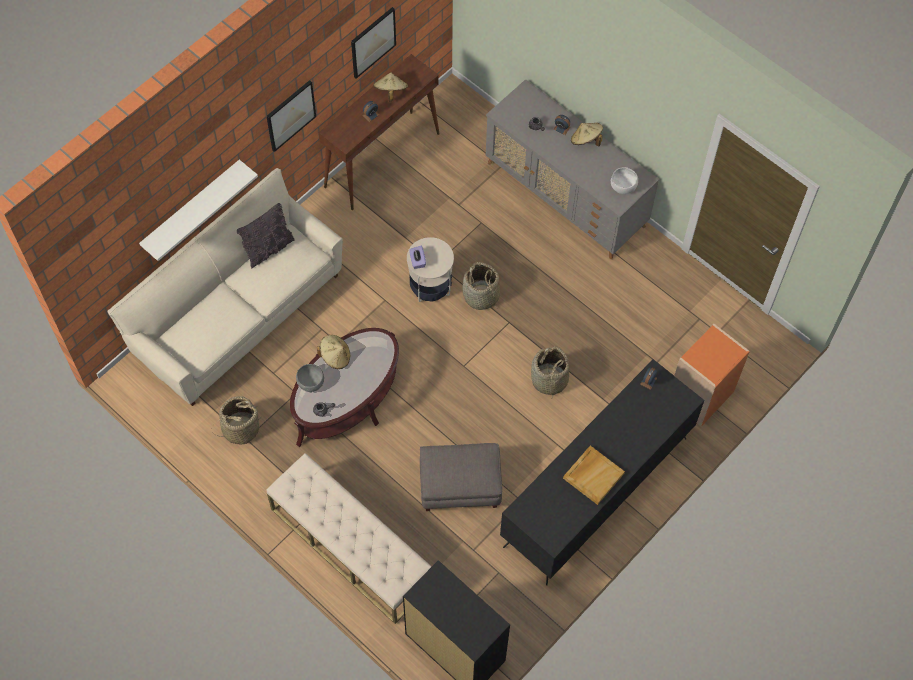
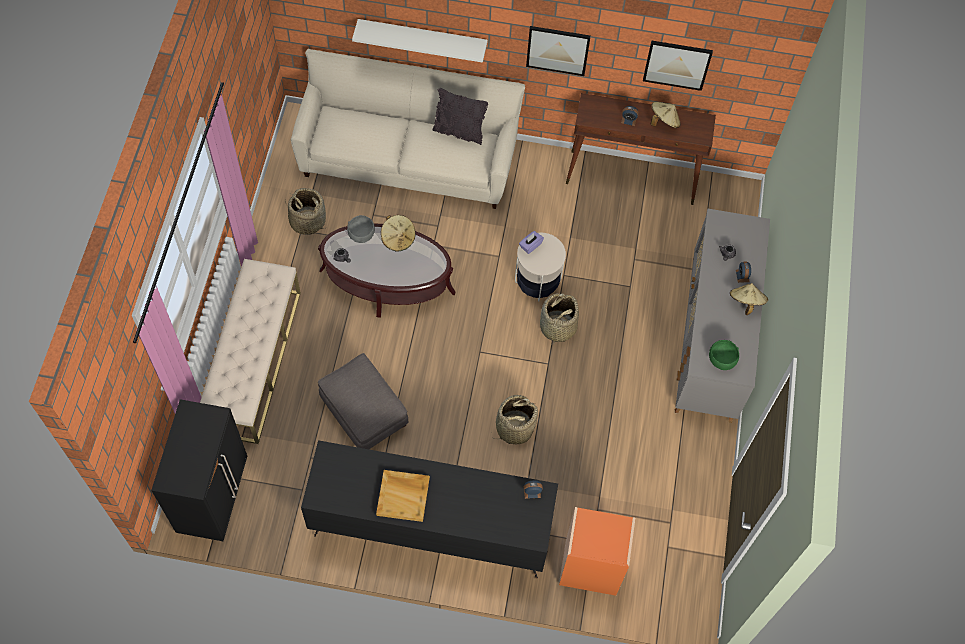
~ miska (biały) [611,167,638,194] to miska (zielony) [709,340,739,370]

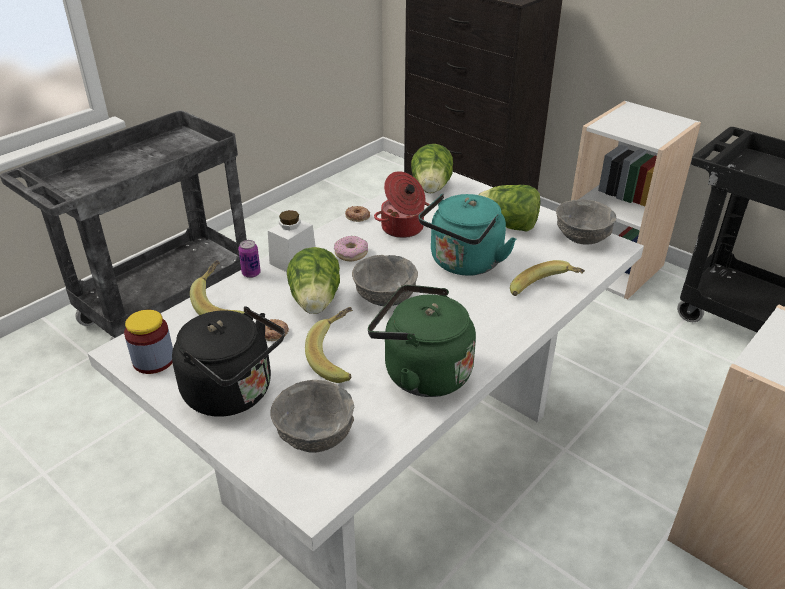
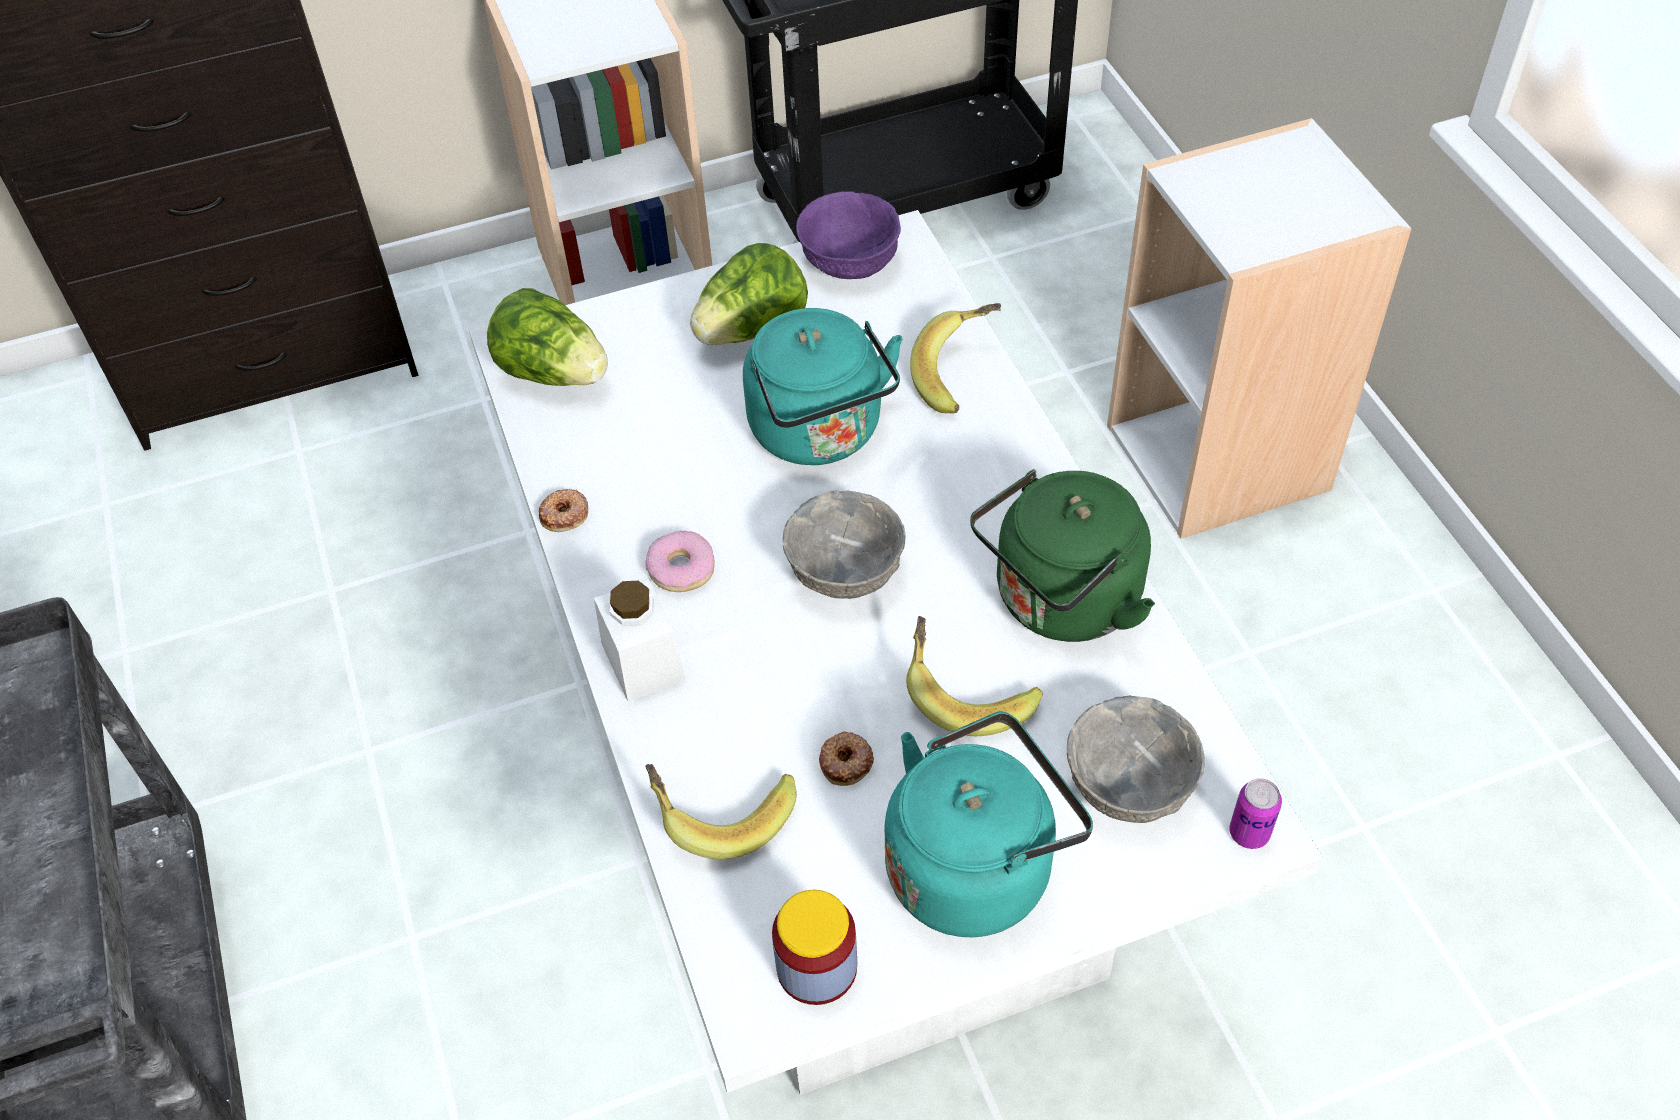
- garnek [374,171,430,238]
~ miska (szary) [556,199,616,244] to miska (fioletowy) [796,191,901,279]
~ puszka [238,240,261,278] to [1229,778,1282,849]
- sałata [287,247,340,314]
~ czajnik (czarny) [172,307,285,417] to czajnik (turkusowy) [885,711,1093,937]

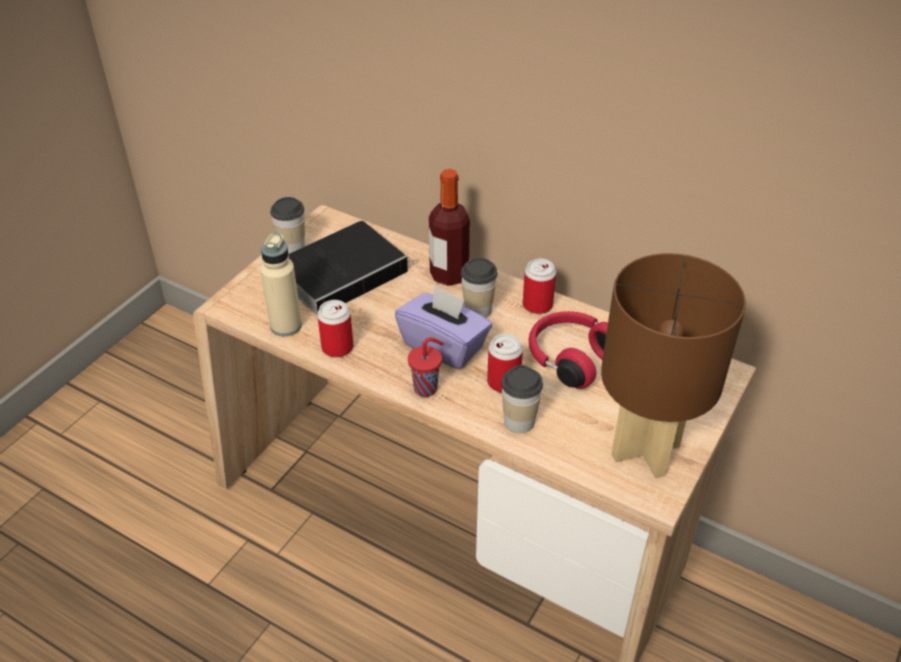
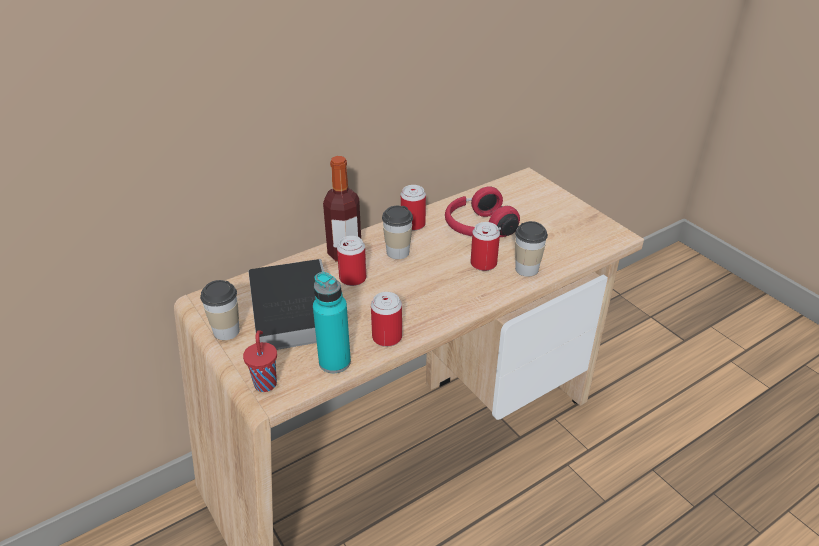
~ butelka (beżowy) [260,233,302,336] to butelka (turkusowy) [313,272,351,373]
- lampa stołowa (brązowy) [601,253,746,478]
- pudełko chusteczek (fioletowy) [395,285,492,370]
~ filiżanka (czerwony) [408,337,444,397] to [243,330,277,392]
+ puszka [337,236,366,286]

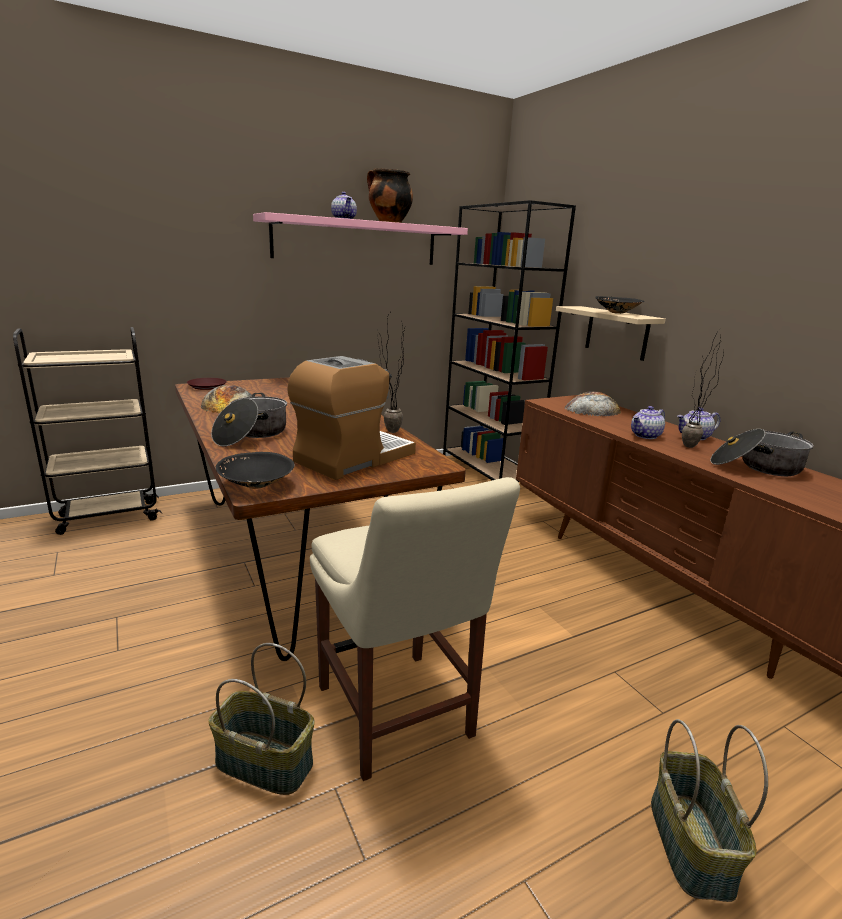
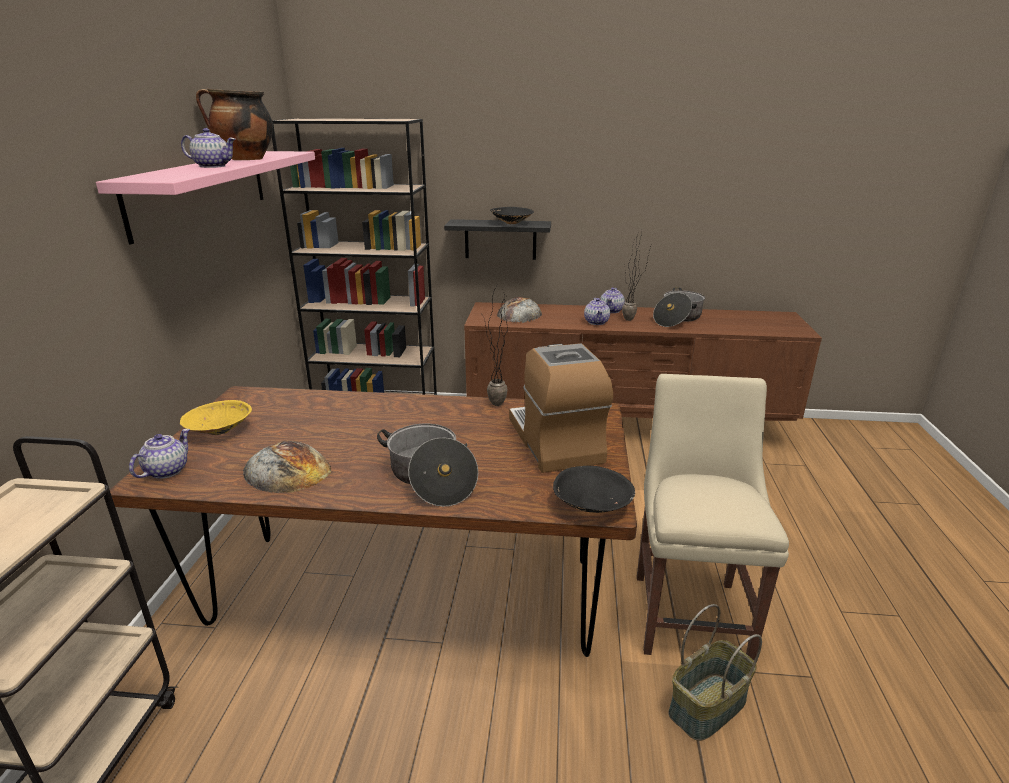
~ półka (beżowy) [556,306,666,361] to półka (czarny) [444,219,551,260]
~ talerz (brązowy) [187,378,227,390] to imbryk [129,429,190,479]
~ krzesło (beżowy) [310,477,520,781] = [637,374,789,660] 90 degrees counterclockwise
- koszyk [651,719,768,902]
+ miska (żółty) [180,400,252,435]

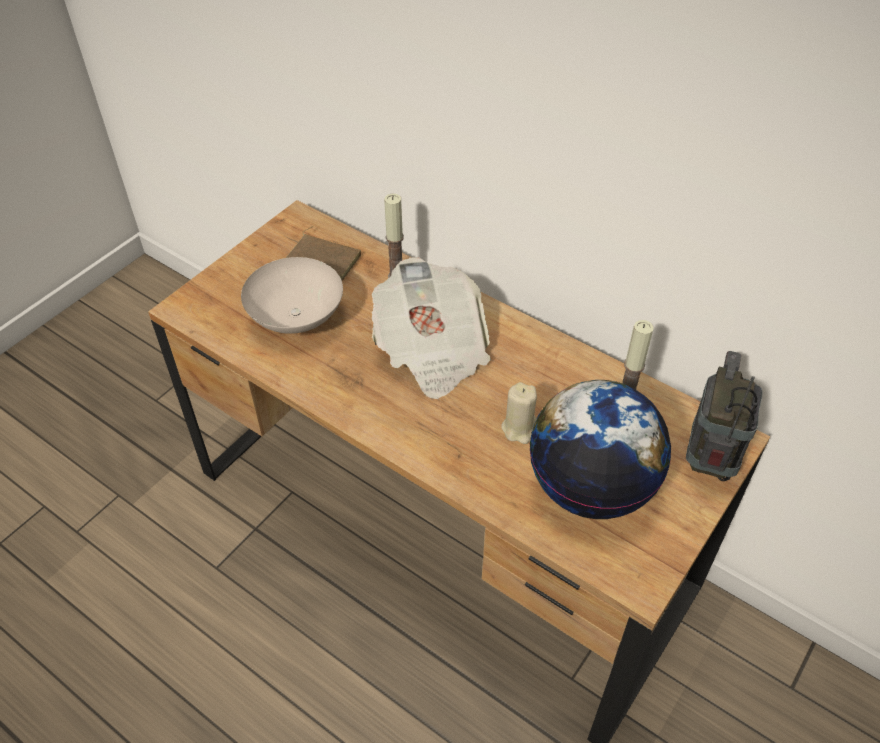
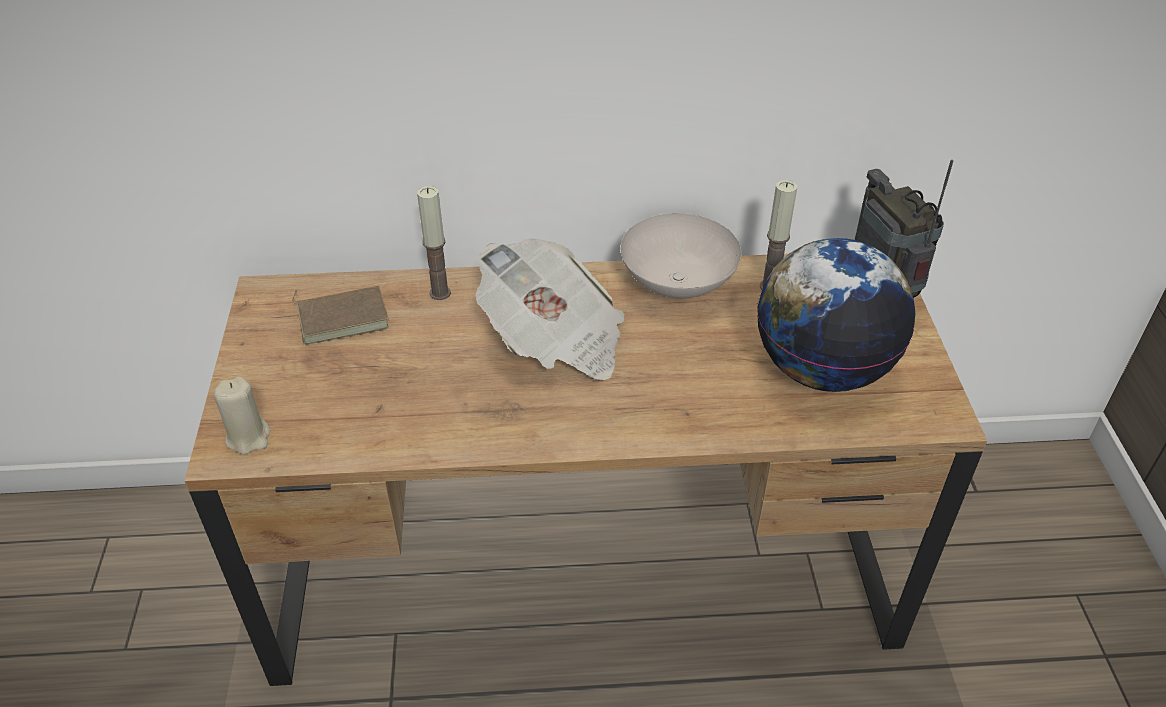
~ miska (biały) [241,257,343,334] to [620,213,741,299]
~ świeca (beżowy) [501,382,537,444] to [214,377,271,455]

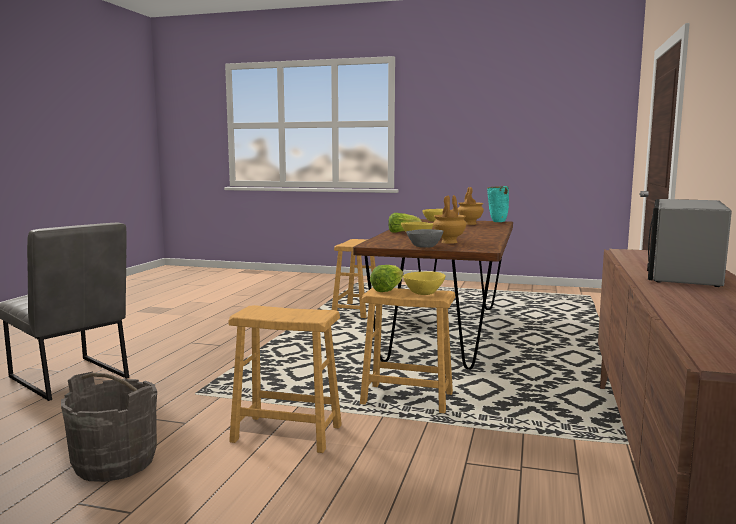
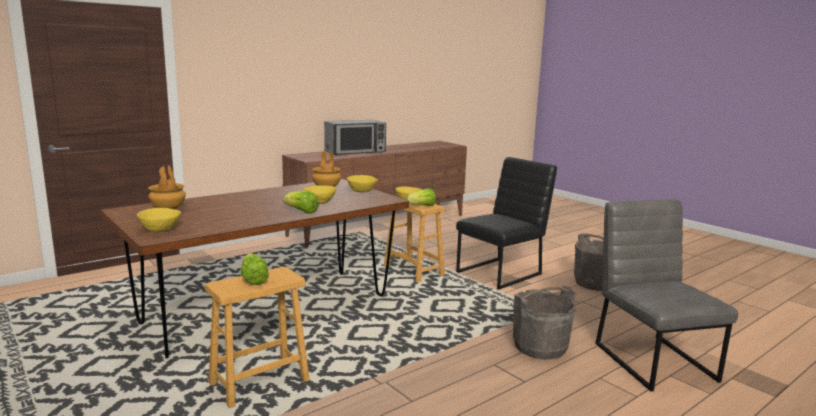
- wazon (turkusowy) [487,186,509,222]
~ miska (szary) [406,229,443,248] to miska (żółty) [347,175,378,192]
~ stołek (brązowy) [228,305,342,453] to krzesło (czarny) [456,157,557,290]
+ sałata [240,253,269,285]
+ wiadro (szary) [513,286,576,360]

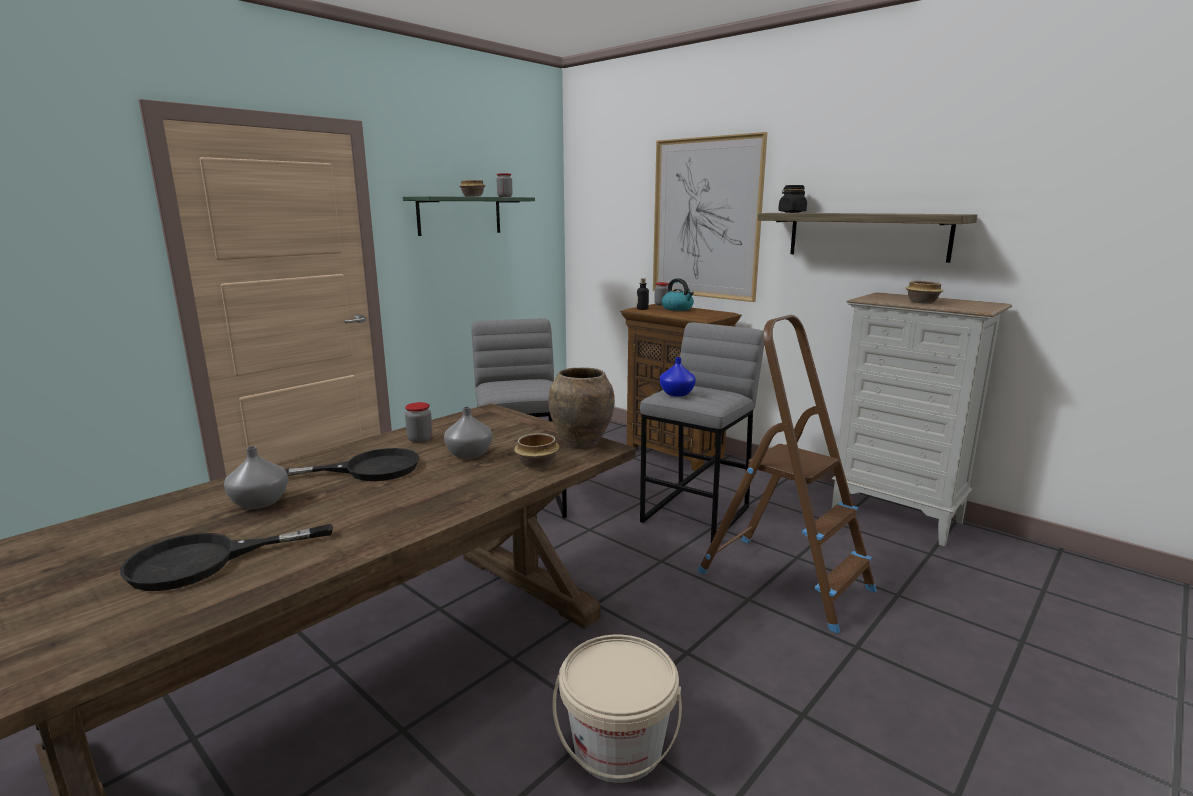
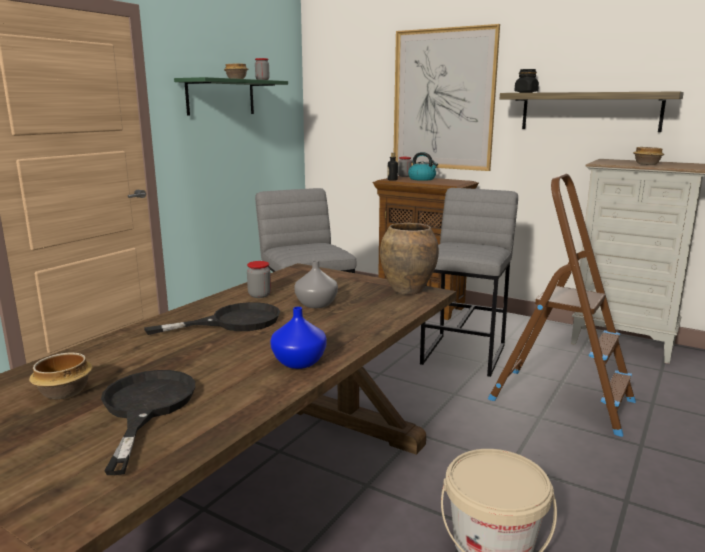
~ wazon (niebieski) [660,357,696,397] to [270,307,326,369]
~ miska [514,433,560,469] to [29,353,93,400]
- wazon (szary) [224,446,288,509]
~ patelnia (czarny) [120,524,333,591] = [101,370,195,475] 120 degrees clockwise

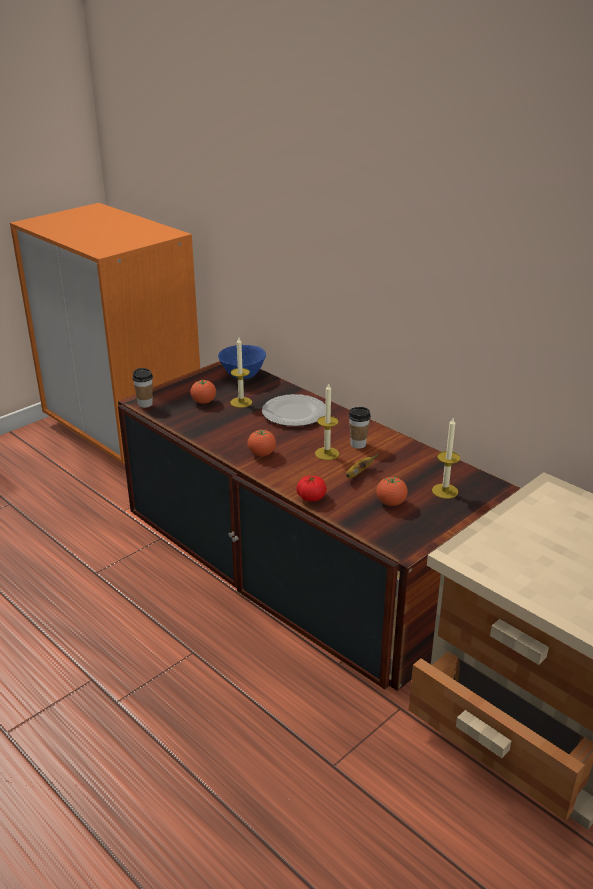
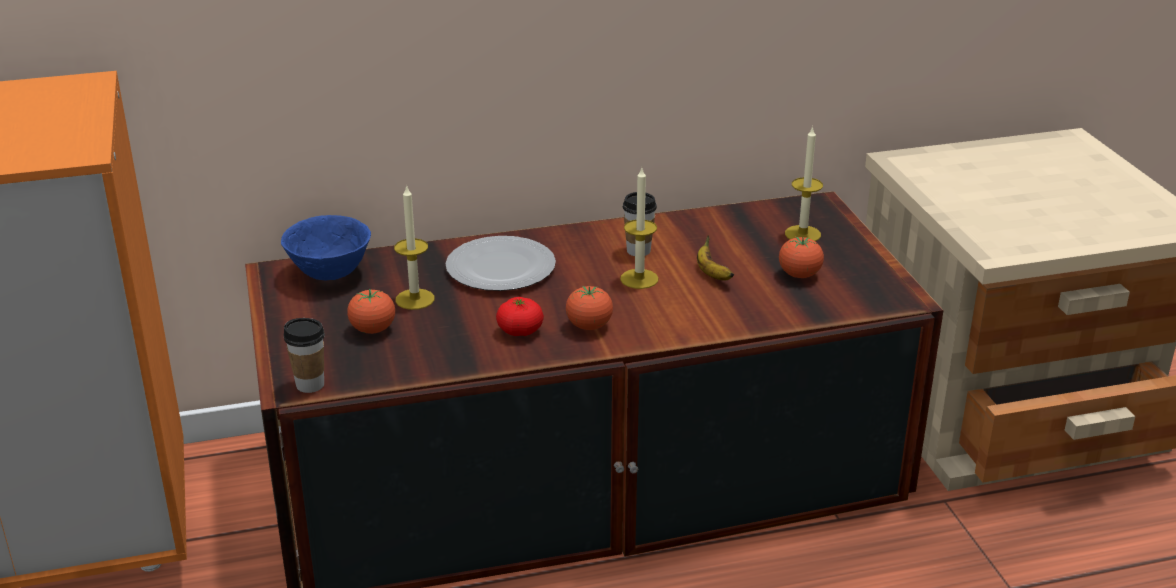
~ pomidor [296,476,327,501] to [496,297,544,336]

